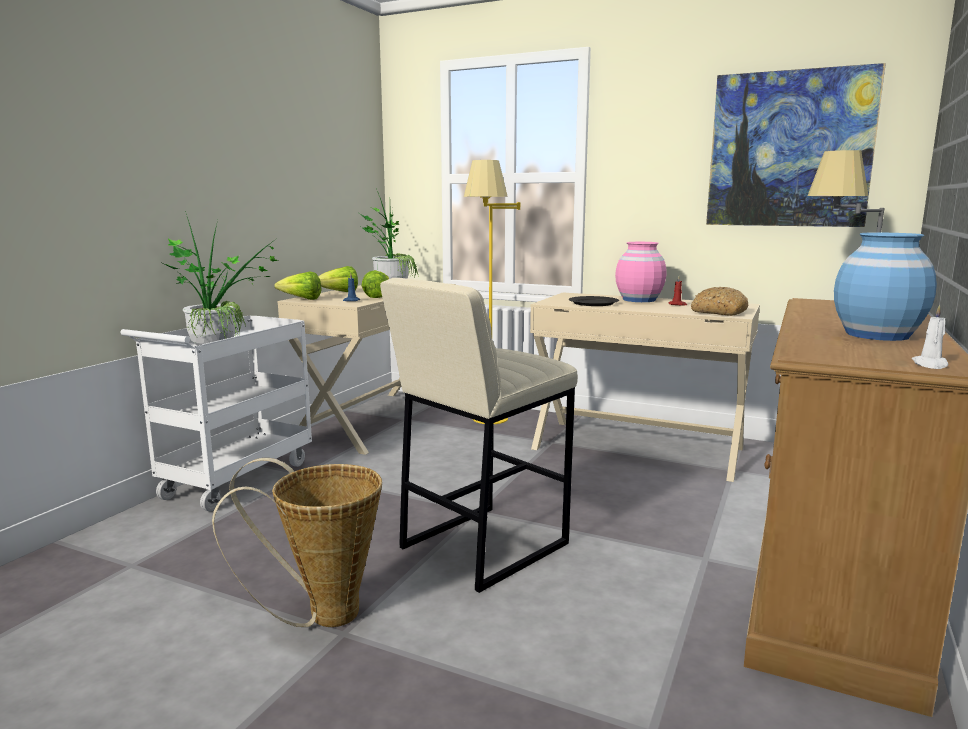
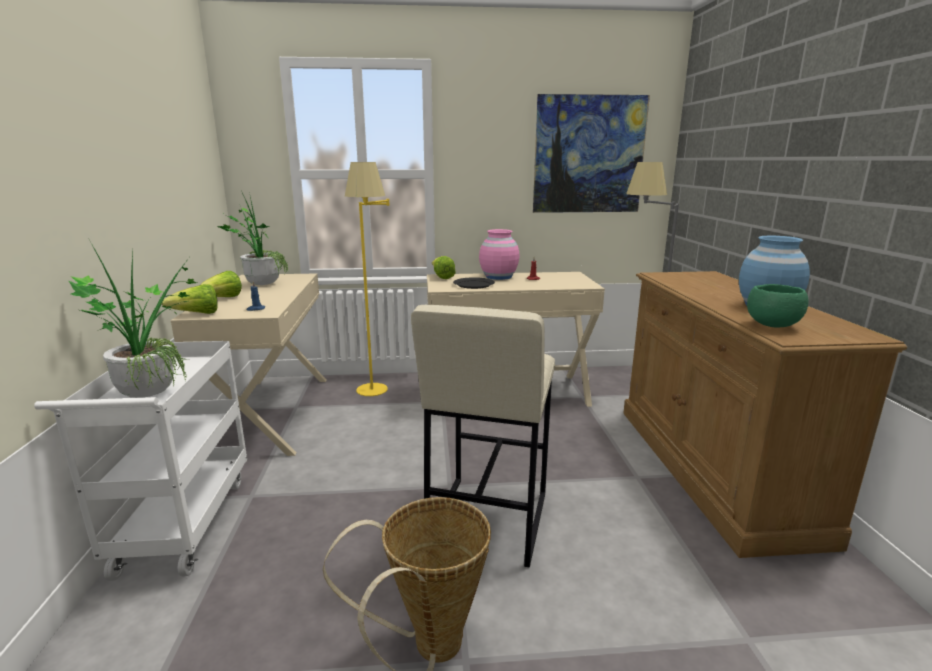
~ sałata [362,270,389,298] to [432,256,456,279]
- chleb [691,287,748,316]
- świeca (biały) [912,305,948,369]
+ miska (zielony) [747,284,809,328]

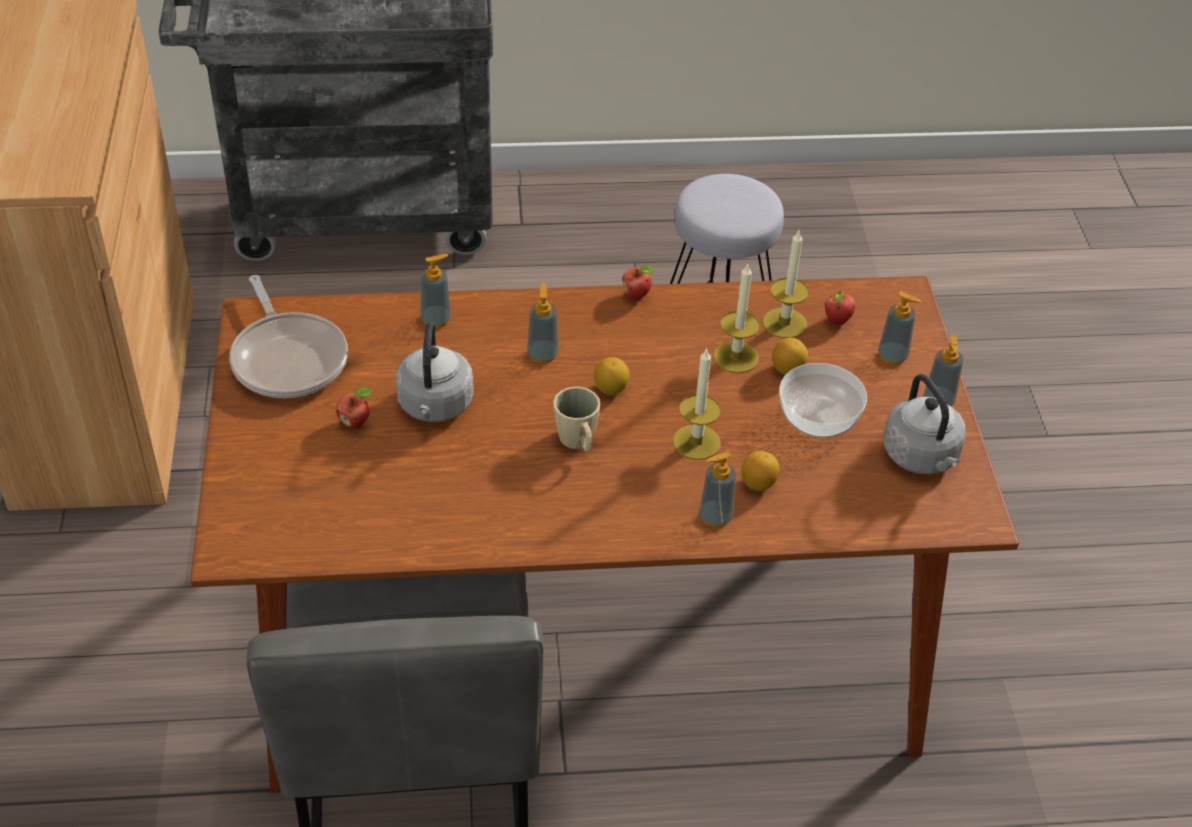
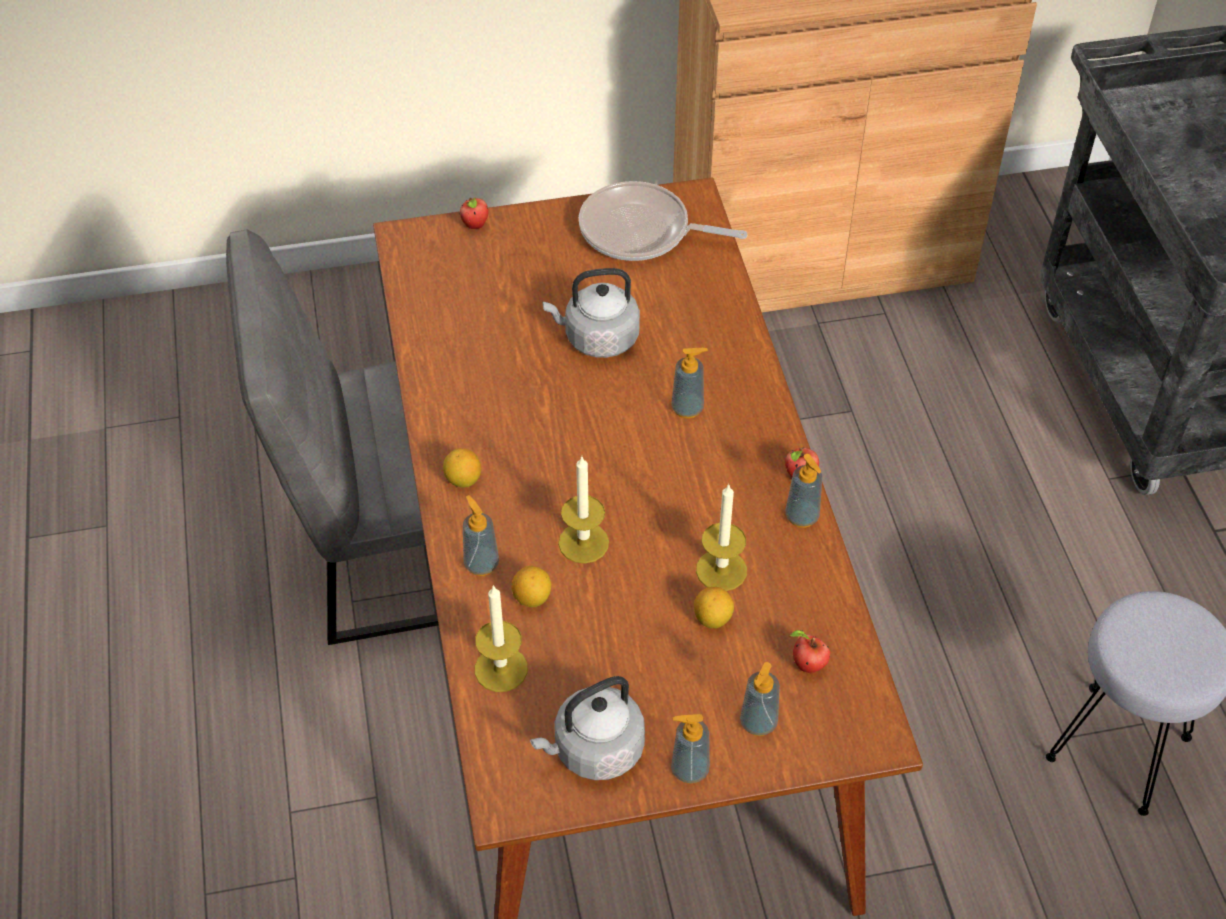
~ świeca [763,230,809,338] to [475,585,528,692]
~ dozownik mydła [420,254,451,328] to [785,454,822,528]
~ patelnia [229,275,348,398] = [579,181,747,261] 45 degrees clockwise
~ cytryna [594,357,630,395] to [443,448,481,487]
- miska [779,363,867,438]
~ jabłko [336,387,373,429] to [459,198,489,229]
- kubek (beżowy) [553,387,601,451]

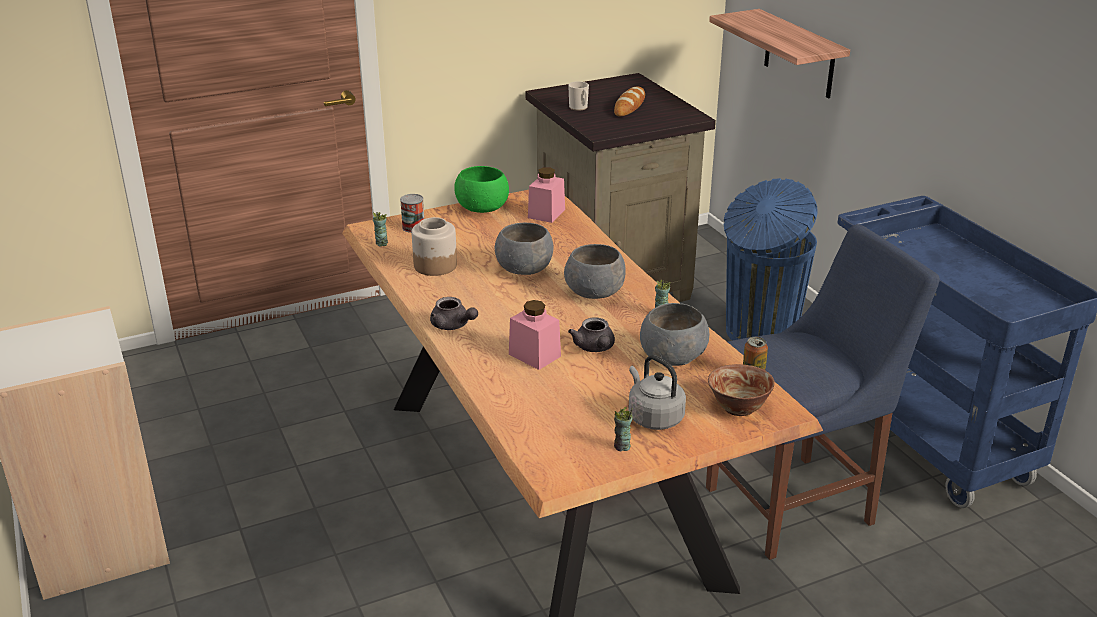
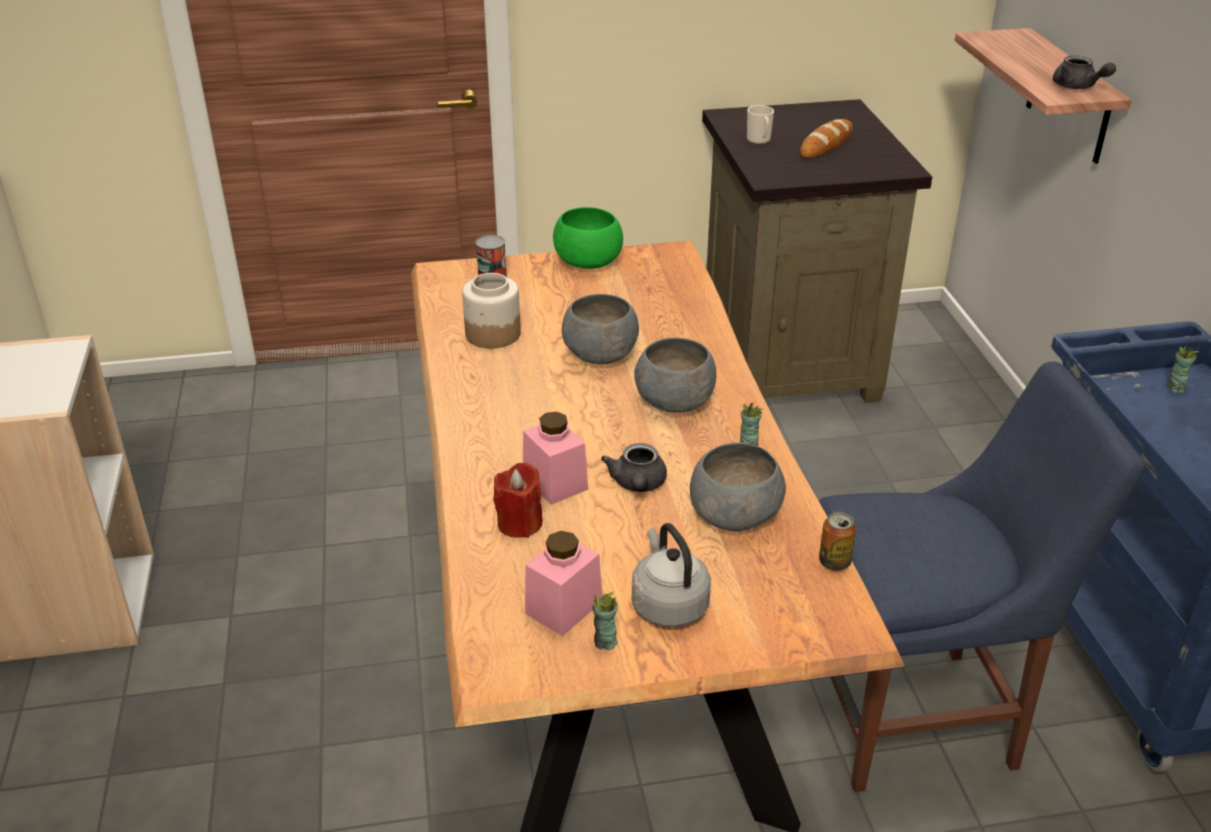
~ słoik (różowy) [528,167,565,223] to [525,531,602,636]
- kosz na śmieci (niebieski) [723,178,817,341]
~ filiżanka [373,212,388,246] to [1167,346,1198,393]
~ imbryk (szary) [430,297,478,330] to [1053,56,1116,89]
- miska [708,364,775,416]
+ świeca (czerwony) [493,463,543,538]

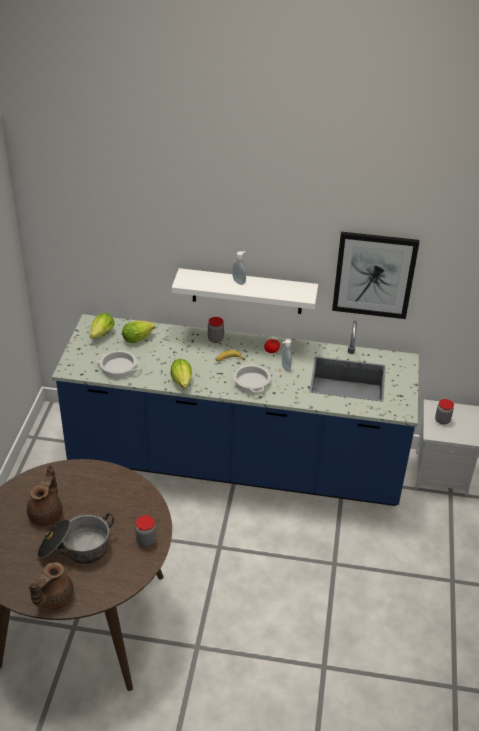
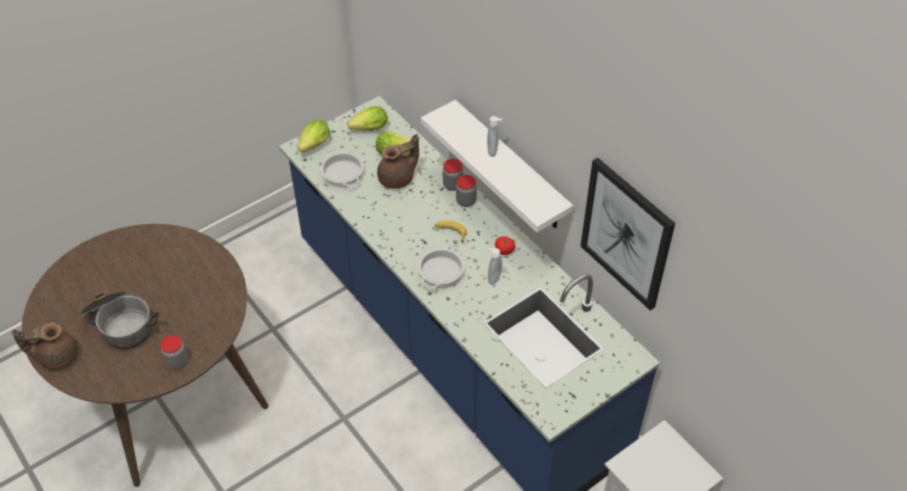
~ sałata [170,359,192,388] to [298,119,330,153]
~ słoik [435,399,454,425] to [443,159,463,191]
~ imbryk (brązowy) [27,465,63,526] to [377,134,419,189]

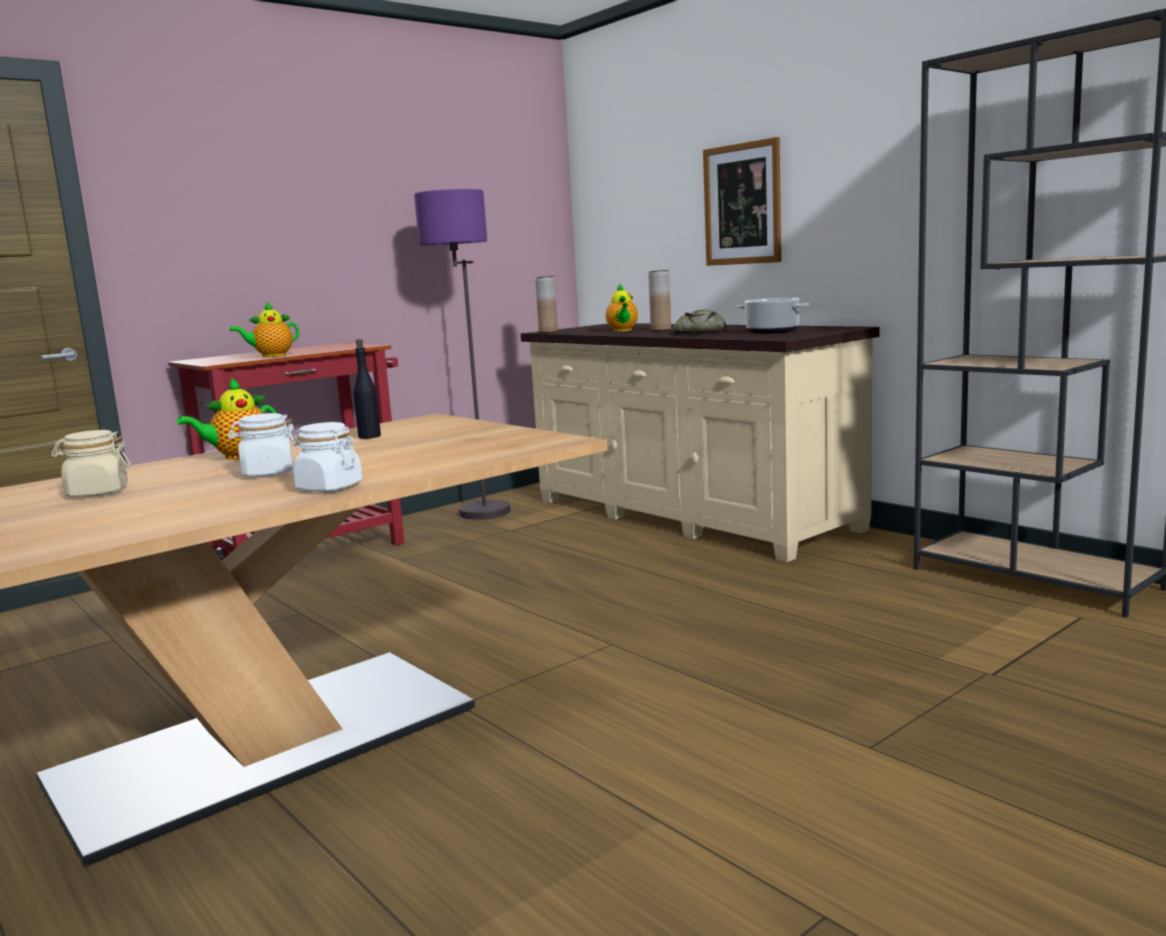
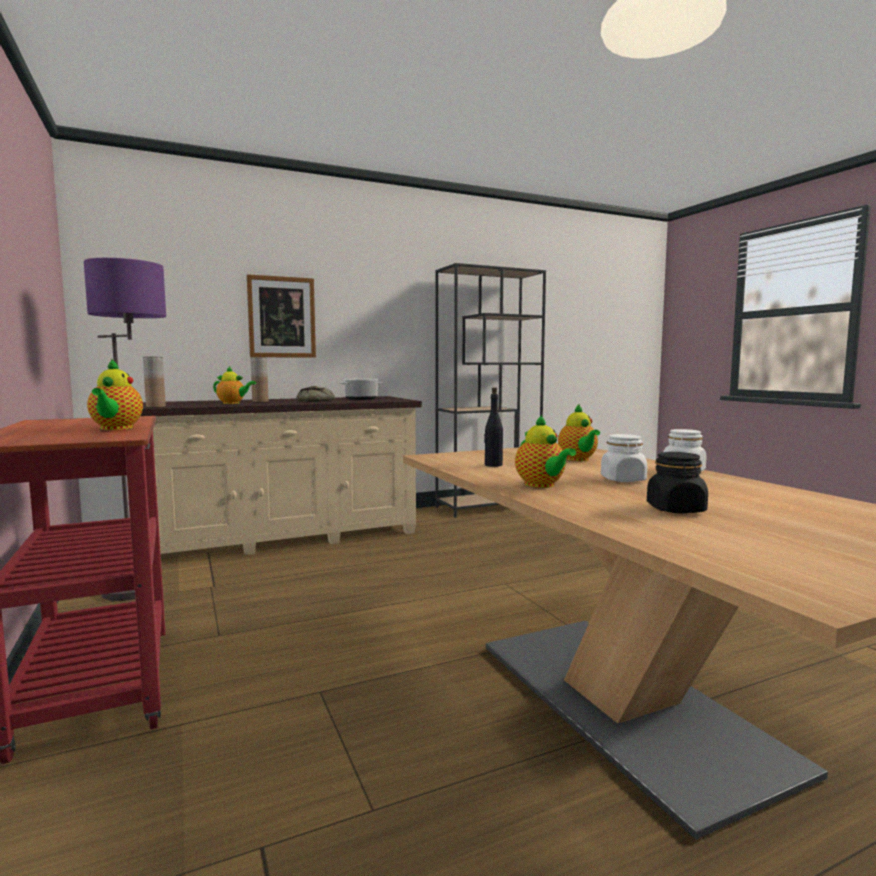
~ słoik (beżowy) [51,430,131,497] to słoik (czarny) [647,452,708,513]
+ imbryk [558,404,600,461]

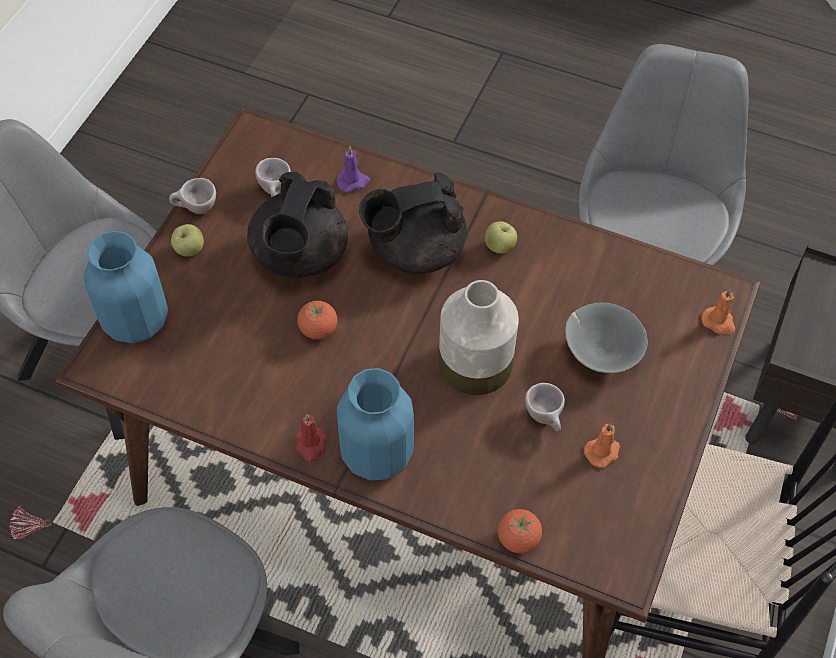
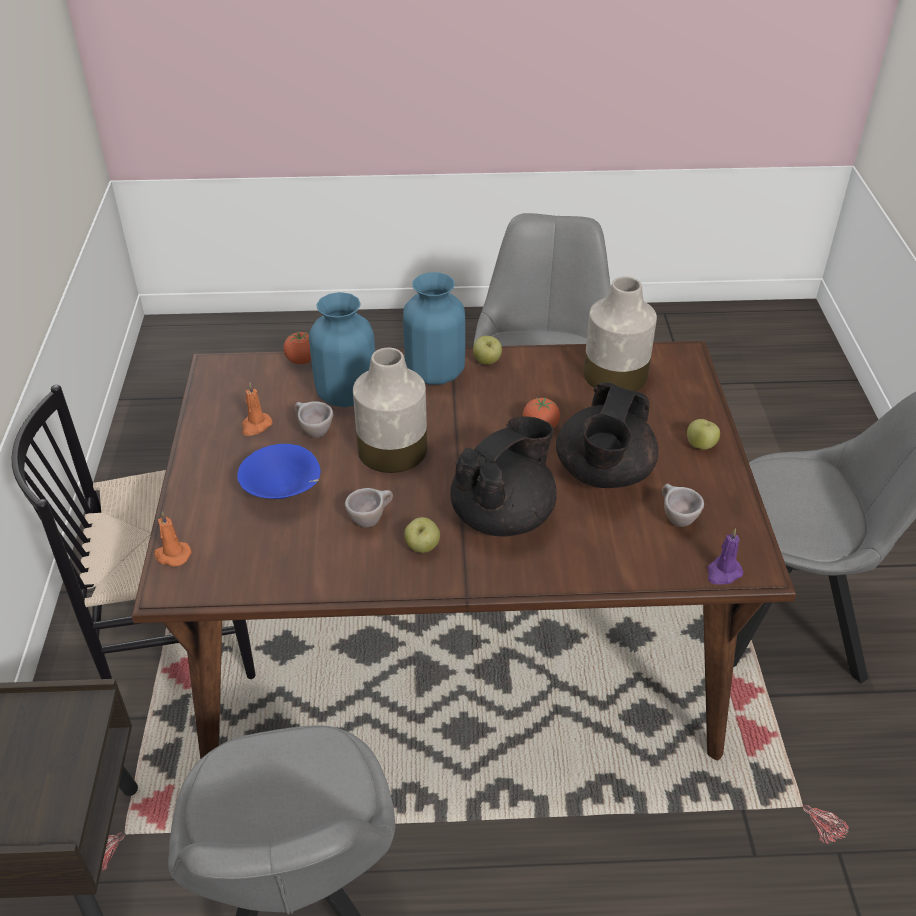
~ świeca (fioletowy) [337,146,370,192] to [707,528,743,585]
~ imbryk (czarny) [247,172,348,278] = [556,383,658,488] 150 degrees counterclockwise
~ filiżanka (beżowy) [169,178,216,214] to [345,488,393,527]
~ wazon (niebieski) [83,231,168,343] to [309,292,375,407]
~ miska (szary) [565,303,648,373] to miska (niebieski) [237,444,321,499]
~ świeca (czerwony) [295,414,327,462] to jabłko [473,336,502,365]
+ wazon (beżowy) [584,277,657,391]

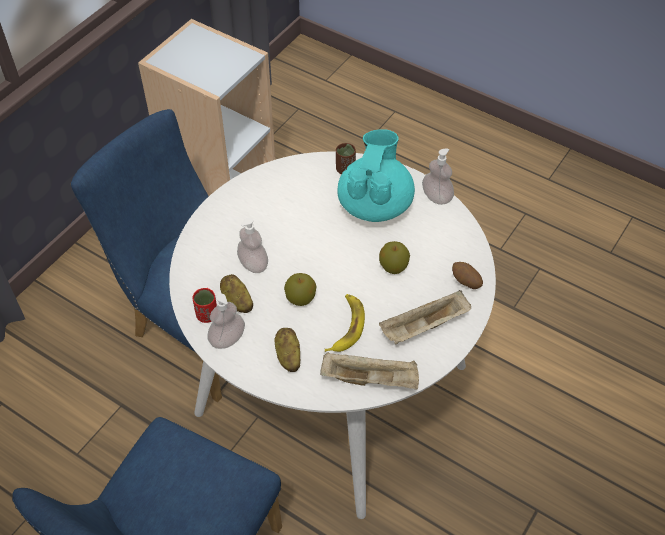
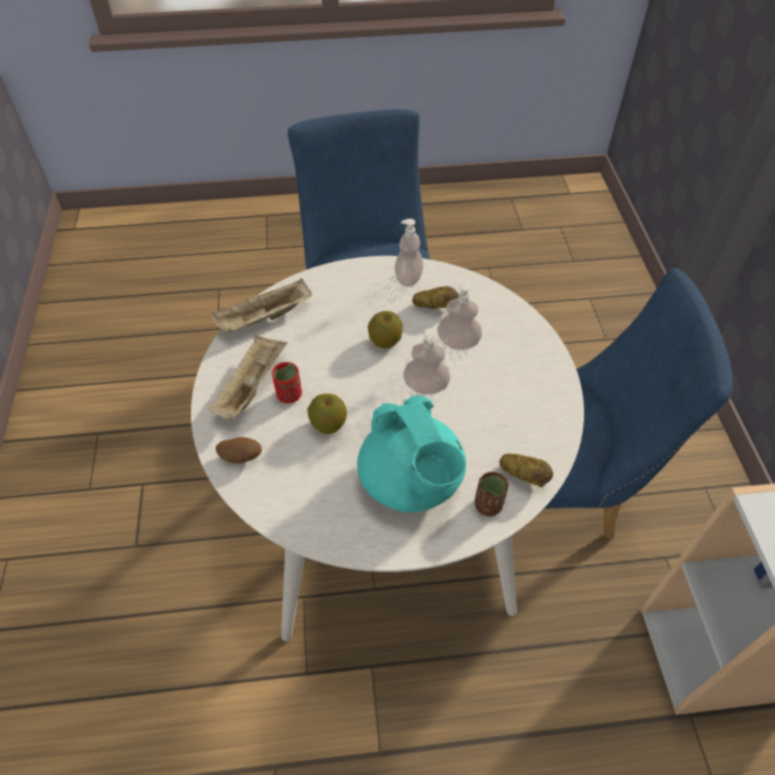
~ dozownik mydła [422,148,454,205] to [403,329,450,395]
~ filiżanka (czerwony) [193,288,217,323] to [272,362,302,403]
- banan [325,294,365,352]
~ ziemniak [274,328,301,372] to [499,454,553,487]

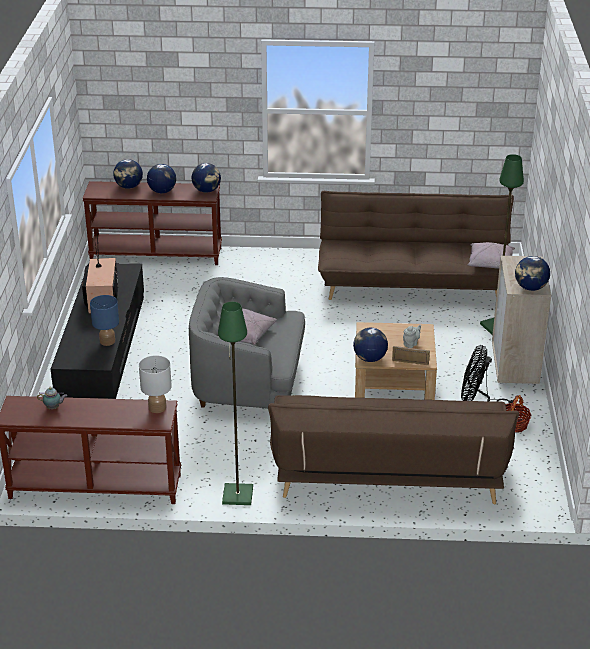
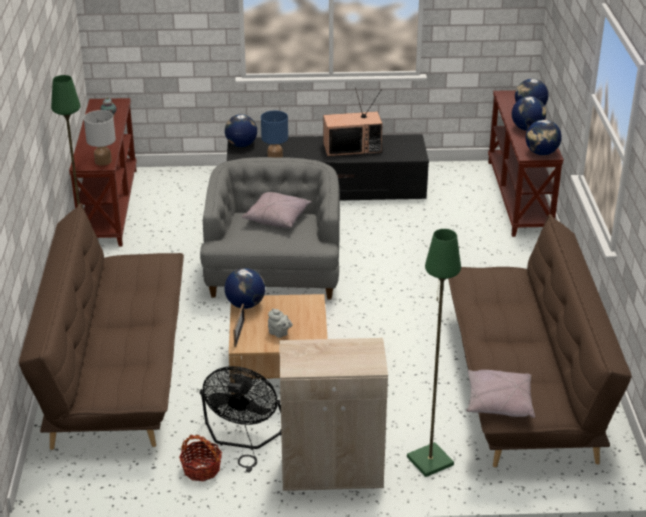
~ globus [515,256,550,291] to [225,114,257,147]

